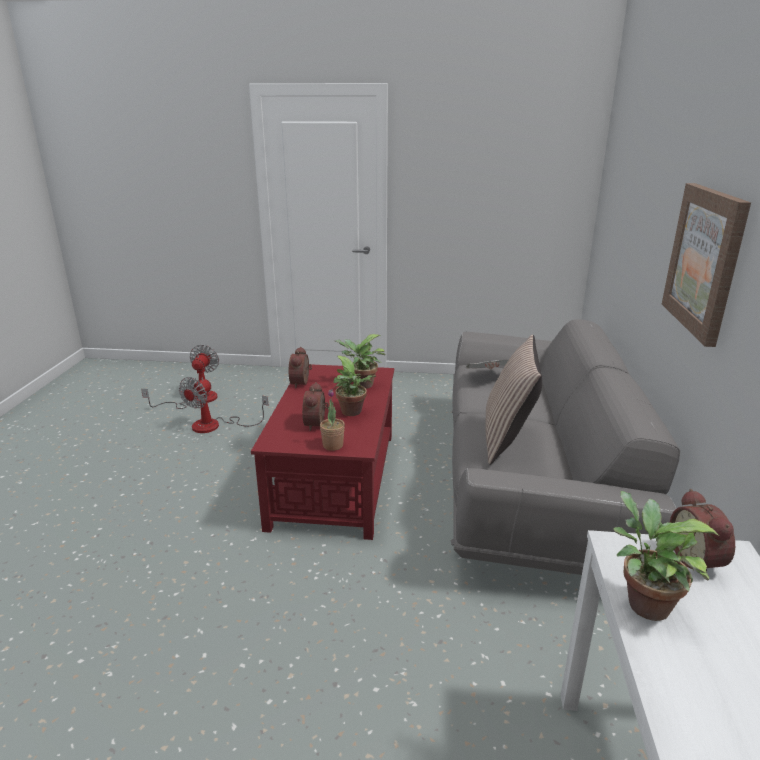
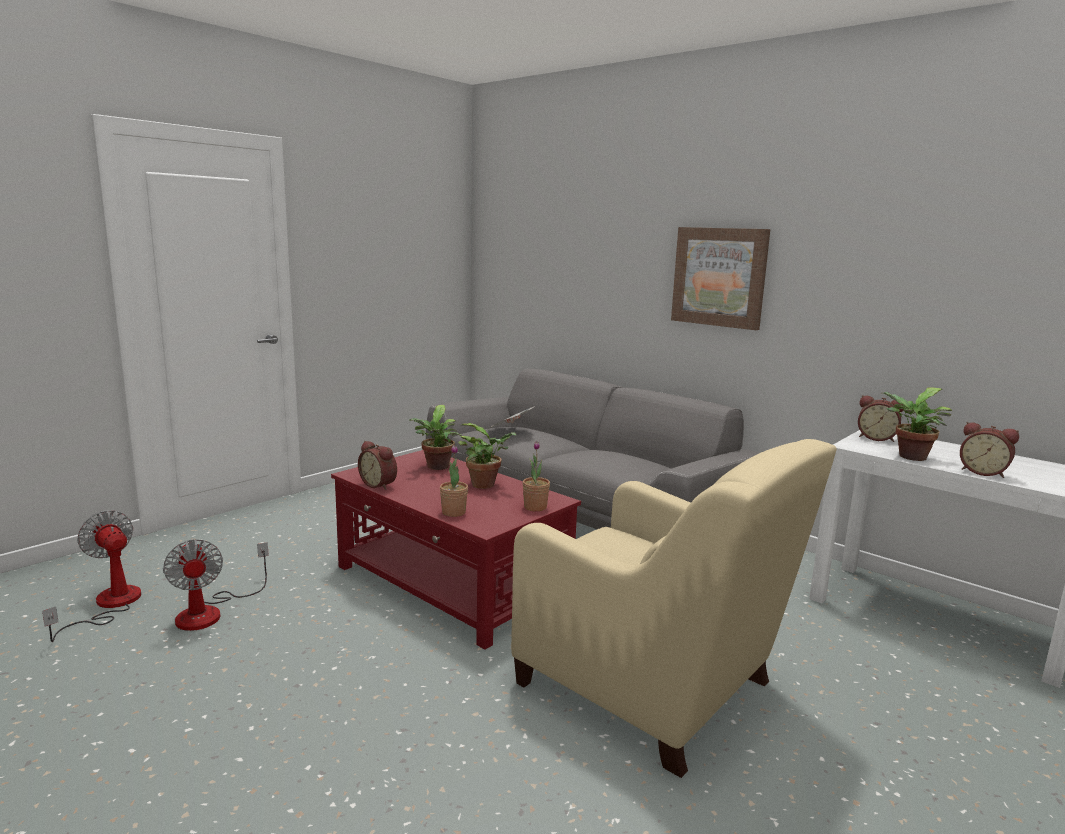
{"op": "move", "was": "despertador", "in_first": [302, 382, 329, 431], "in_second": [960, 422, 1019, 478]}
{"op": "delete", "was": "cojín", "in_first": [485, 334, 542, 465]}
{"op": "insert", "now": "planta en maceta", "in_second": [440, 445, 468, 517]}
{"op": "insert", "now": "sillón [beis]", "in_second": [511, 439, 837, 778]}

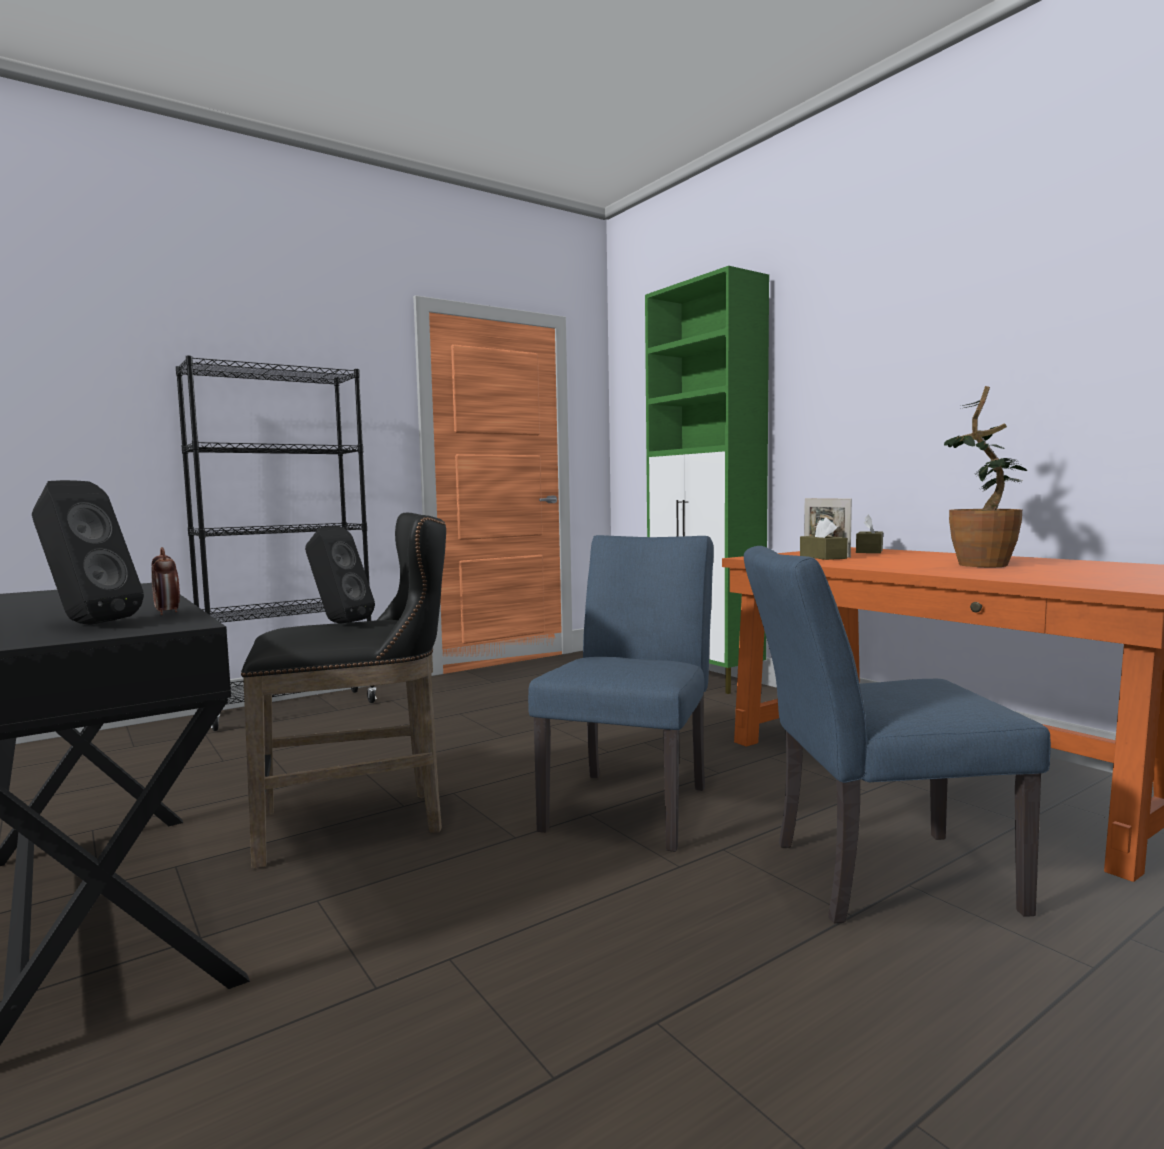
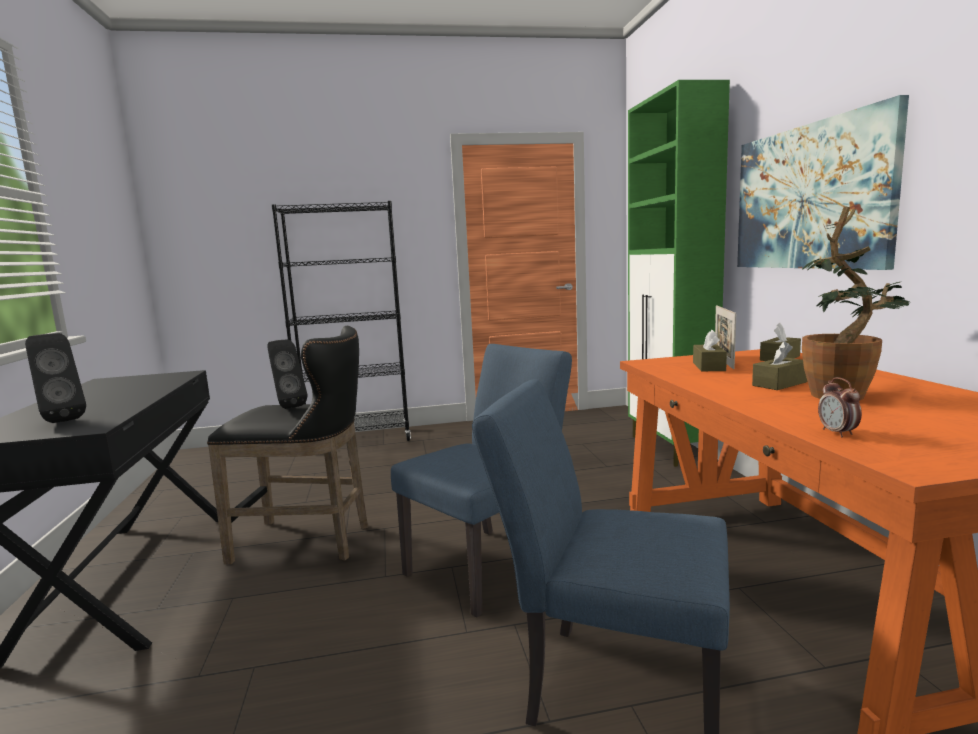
{"op": "move", "was": "despertador", "in_first": [151, 547, 180, 615], "in_second": [818, 377, 862, 437]}
{"op": "insert", "now": "cuadro", "in_second": [737, 95, 909, 270]}
{"op": "insert", "now": "caja de pañuelos [marrón]", "in_second": [752, 341, 807, 390]}

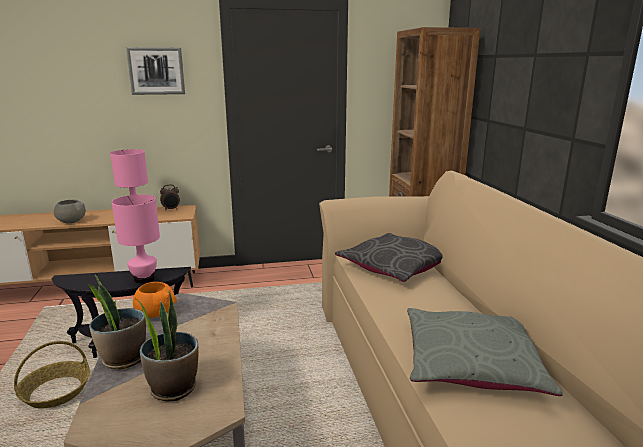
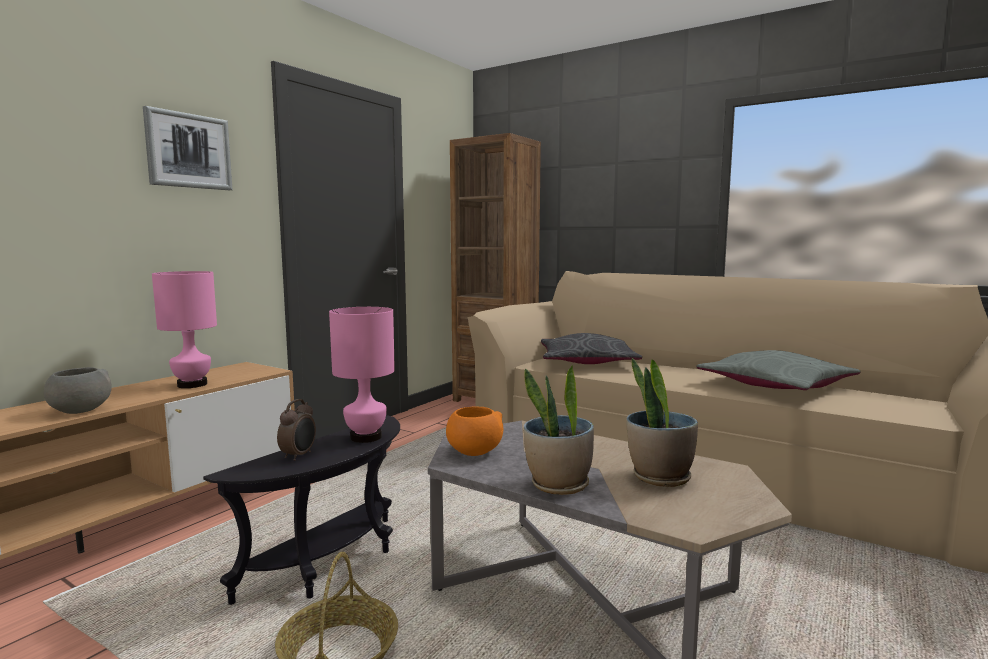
{"op": "move", "was": "despertador", "in_first": [160, 184, 180, 211], "in_second": [277, 399, 316, 461]}

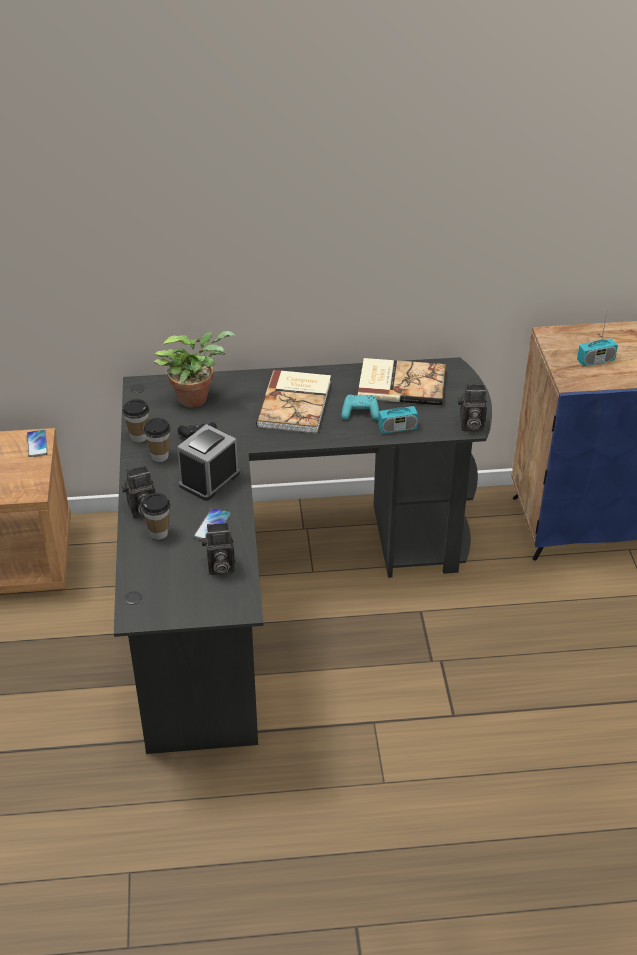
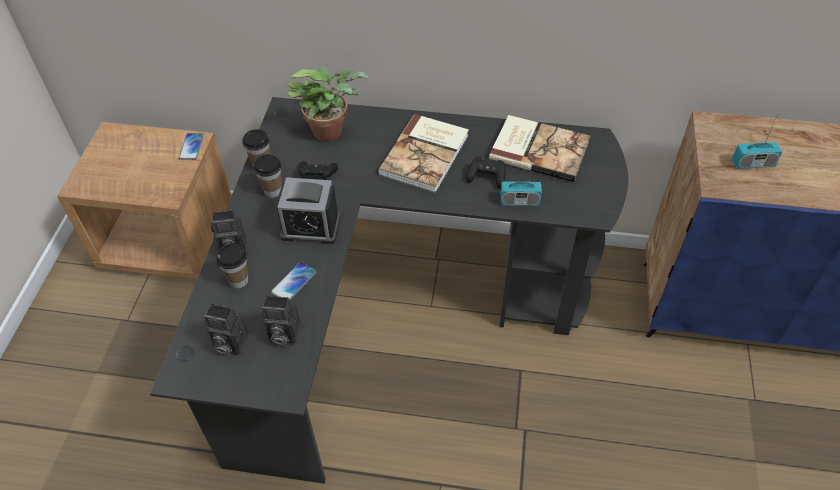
{"op": "rotate", "was": "despertador", "in_first": [177, 424, 240, 501], "in_second": [276, 177, 341, 244], "clockwise": -135}
{"op": "recolor", "was": "mando de consola [turquesa]", "now": "mando de consola [negro]", "in_first": [341, 395, 379, 421], "in_second": [465, 156, 505, 189]}
{"op": "move", "was": "cámara", "in_first": [458, 384, 487, 431], "in_second": [203, 304, 249, 355]}

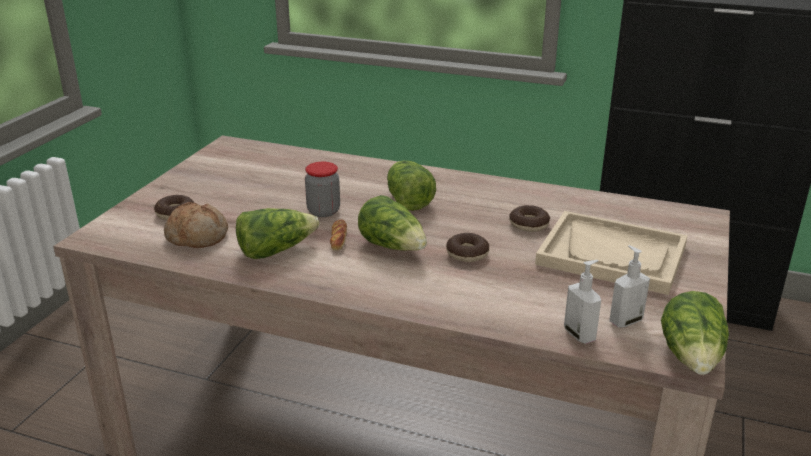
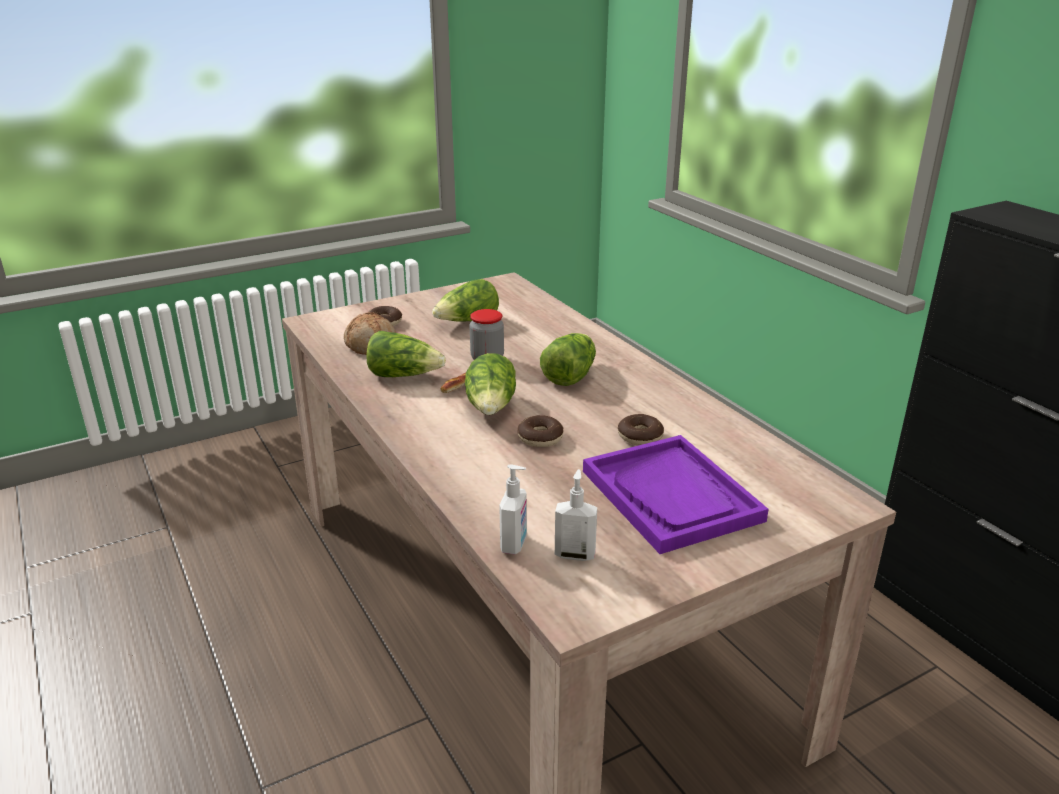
{"op": "recolor", "was": "bandeja [beis]", "now": "bandeja [morado]", "in_first": [535, 211, 688, 295], "in_second": [583, 435, 769, 554]}
{"op": "move", "was": "lechuga", "in_first": [661, 291, 729, 375], "in_second": [432, 279, 499, 322]}

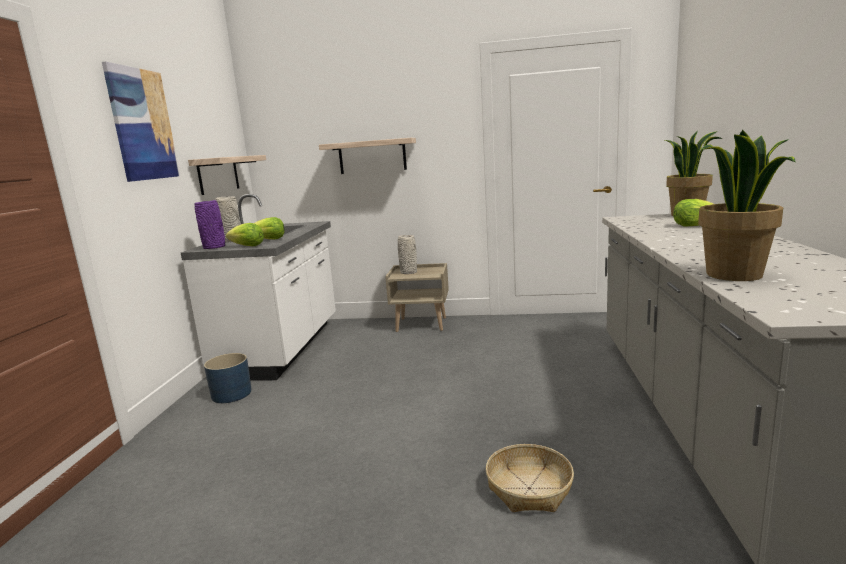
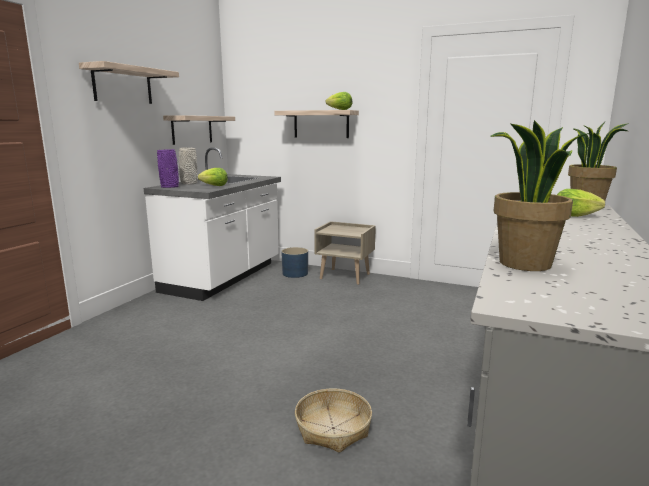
{"op": "replace", "was": "cuadro", "now": "estante", "in_first": [102, 61, 180, 182], "in_second": [79, 61, 179, 104]}
{"op": "move", "was": "maceta [azul]", "in_first": [204, 353, 252, 403], "in_second": [281, 247, 308, 278]}
{"op": "move", "was": "lechuga", "in_first": [226, 223, 264, 246], "in_second": [326, 92, 352, 110]}
{"op": "delete", "was": "florero [gris]", "in_first": [398, 235, 417, 274]}

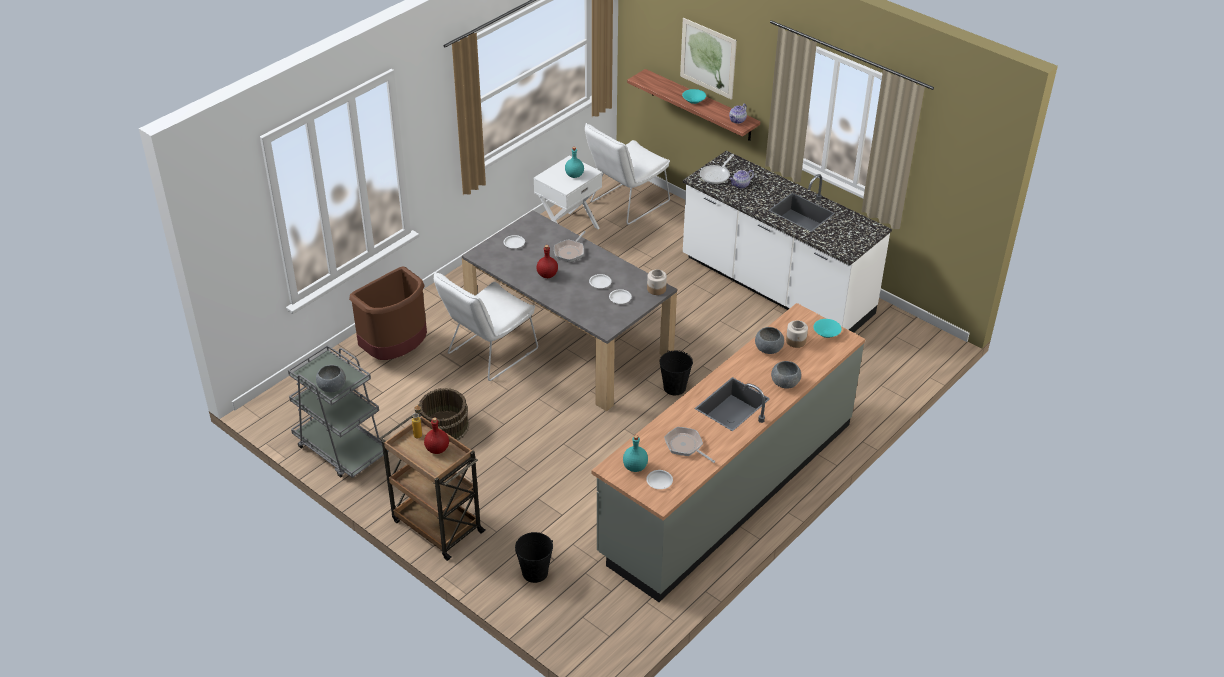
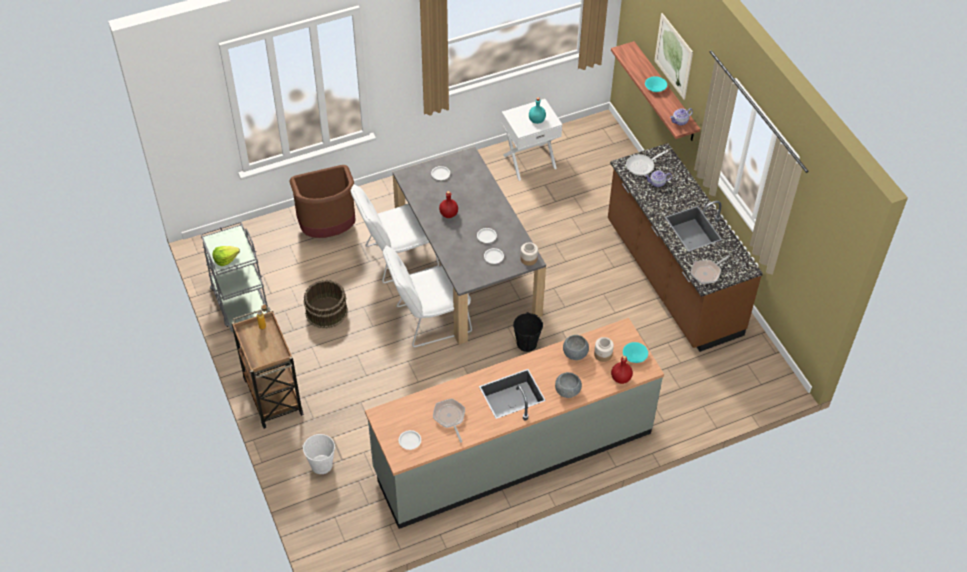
{"op": "replace", "was": "cuenco [gris]", "now": "lechuga", "in_first": [316, 365, 346, 392], "in_second": [212, 246, 240, 266]}
{"op": "move", "was": "botella [rojo]", "in_first": [424, 417, 449, 454], "in_second": [611, 356, 633, 384]}
{"op": "recolor", "was": "cubo [negro]", "now": "cubo [blanco]", "in_first": [515, 532, 553, 583], "in_second": [302, 434, 335, 474]}
{"op": "move", "was": "sartén", "in_first": [554, 231, 586, 262], "in_second": [691, 255, 730, 284]}
{"op": "move", "was": "silla [blanco]", "in_first": [585, 123, 670, 225], "in_second": [383, 245, 472, 347]}
{"op": "delete", "was": "botella [turquesa]", "in_first": [623, 435, 648, 472]}
{"op": "recolor", "was": "mueble bajo de cocina [blanco]", "now": "mueble bajo de cocina [marrón]", "in_first": [683, 150, 892, 333], "in_second": [608, 143, 763, 352]}

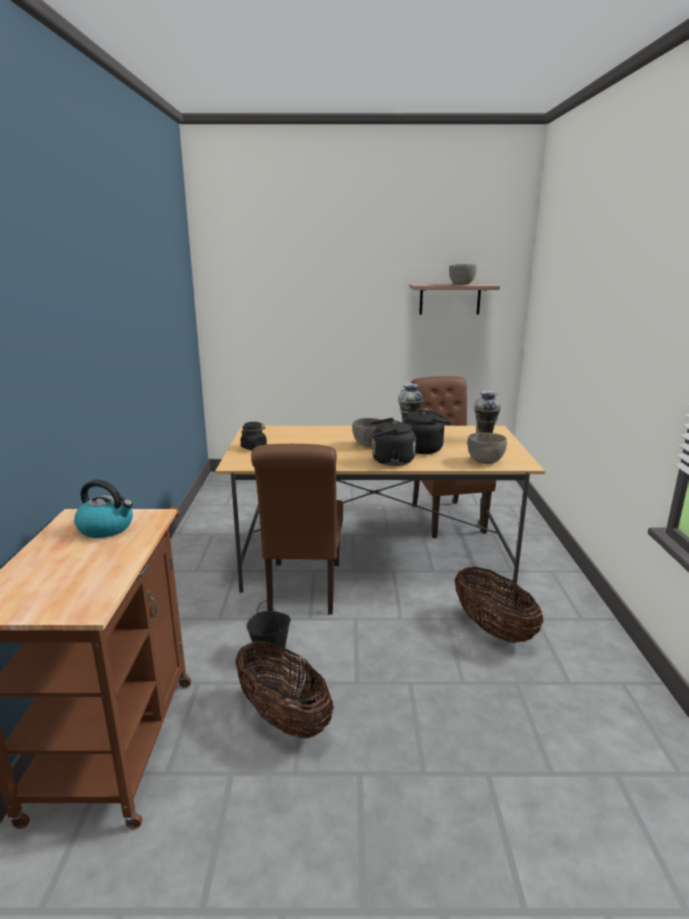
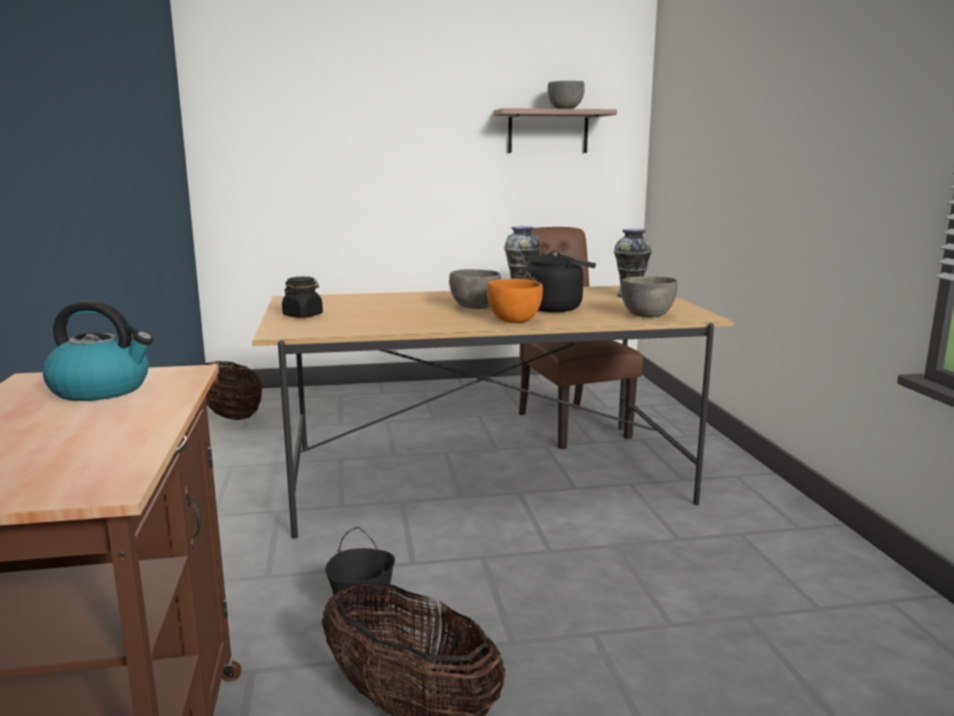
{"op": "delete", "was": "silla [marrón]", "in_first": [251, 444, 343, 614]}
{"op": "replace", "was": "hervidor [negro]", "now": "cuenco [naranja]", "in_first": [369, 418, 416, 466], "in_second": [487, 279, 543, 323]}
{"op": "move", "was": "cesta", "in_first": [455, 566, 543, 643], "in_second": [204, 361, 262, 421]}

